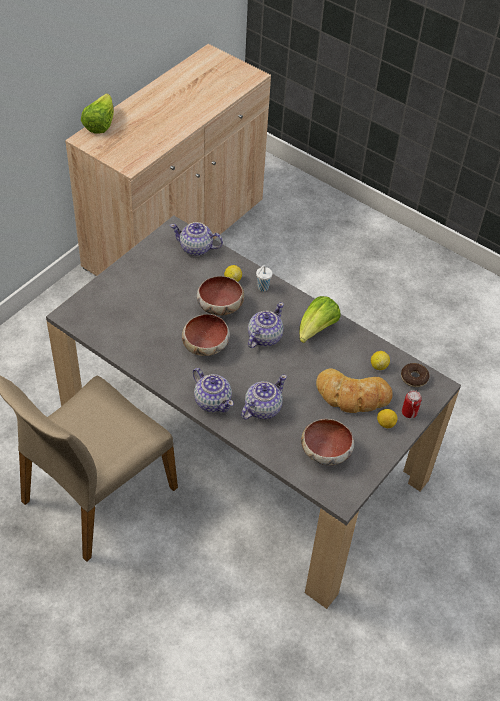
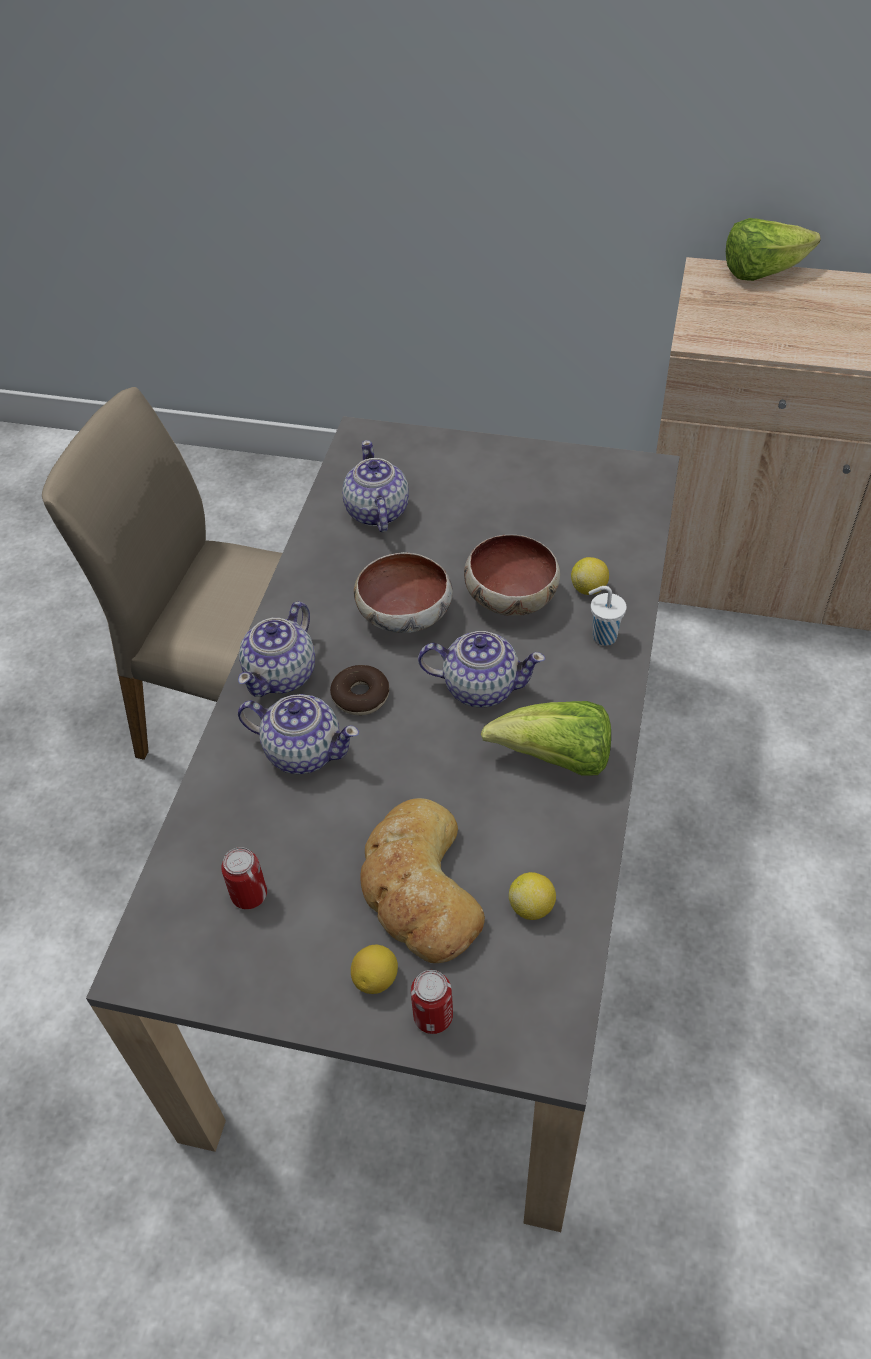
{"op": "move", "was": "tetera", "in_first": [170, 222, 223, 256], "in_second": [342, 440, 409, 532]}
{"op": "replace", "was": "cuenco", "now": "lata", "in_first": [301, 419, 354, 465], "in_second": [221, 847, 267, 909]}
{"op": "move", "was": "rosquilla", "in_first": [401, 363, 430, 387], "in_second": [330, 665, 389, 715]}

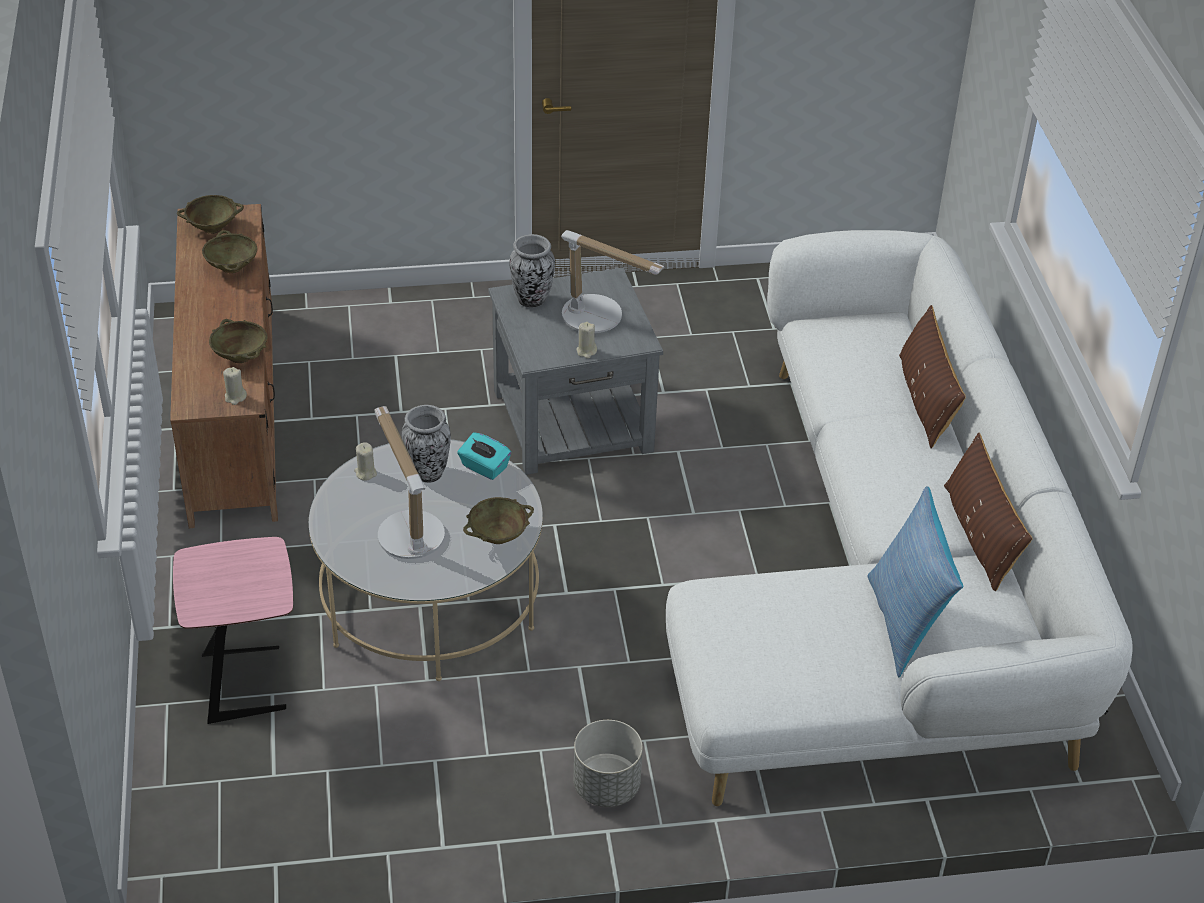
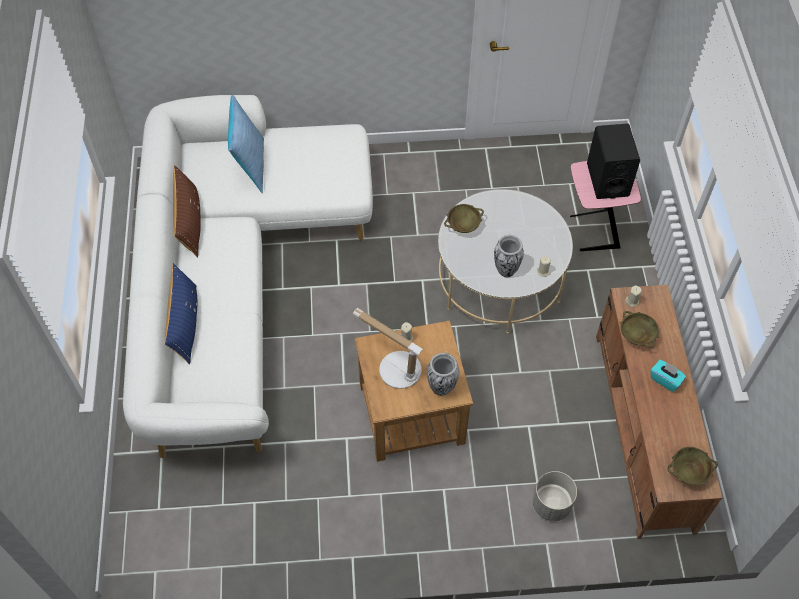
{"op": "delete", "was": "cuenco [beis]", "in_first": [202, 230, 257, 273]}
{"op": "delete", "was": "lámpara de mesa", "in_first": [374, 406, 445, 559]}
{"op": "move", "was": "caja de pañuelos [turquesa]", "in_first": [457, 432, 511, 480], "in_second": [651, 360, 686, 392]}
{"op": "recolor", "was": "mesa auxiliar [gris]", "now": "mesa auxiliar [marrón]", "in_first": [488, 268, 663, 475], "in_second": [355, 320, 473, 462]}
{"op": "move", "was": "maceta [gris]", "in_first": [573, 720, 643, 807], "in_second": [533, 471, 577, 521]}
{"op": "recolor", "was": "cojín [marrón]", "now": "cojín [azul]", "in_first": [899, 305, 966, 449], "in_second": [164, 263, 197, 364]}
{"op": "insert", "now": "altavoz [negro]", "in_second": [587, 124, 640, 199]}

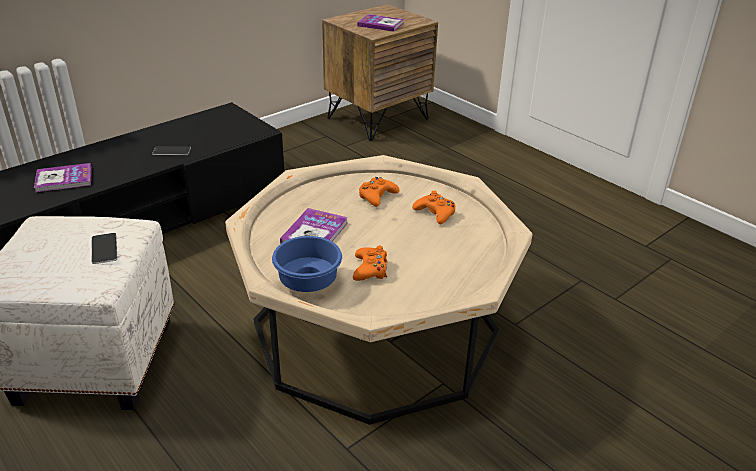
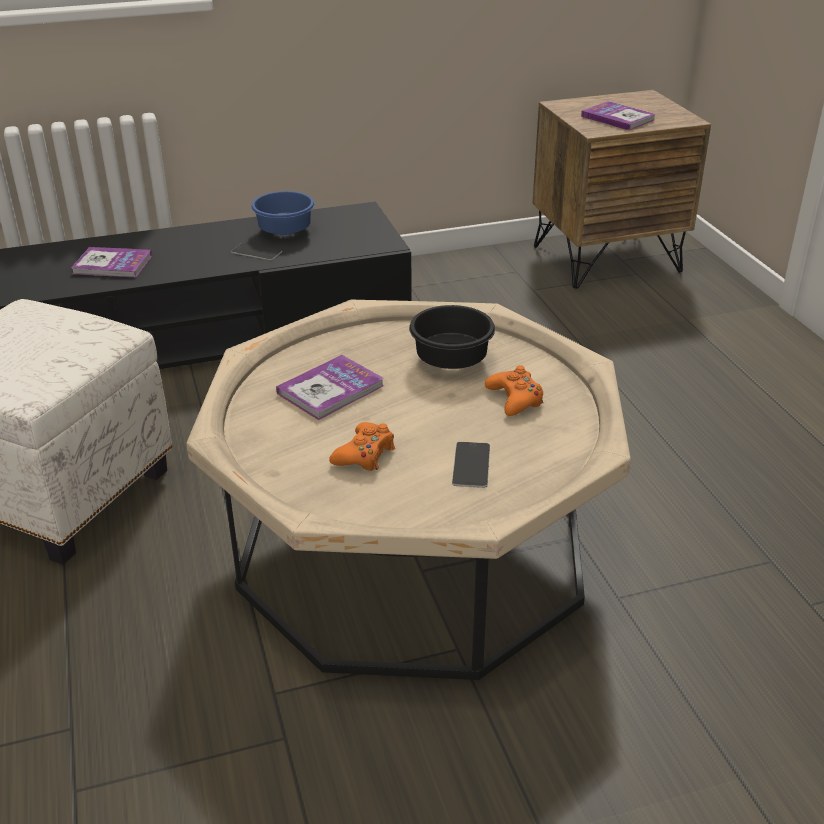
{"op": "move", "was": "móvil", "in_first": [92, 233, 117, 264], "in_second": [452, 442, 490, 488]}
{"op": "move", "was": "cuenco [azul]", "in_first": [272, 236, 342, 292], "in_second": [251, 191, 315, 235]}
{"op": "replace", "was": "mando de consola [naranja]", "now": "cuenco [negro]", "in_first": [359, 177, 399, 207], "in_second": [409, 305, 495, 369]}

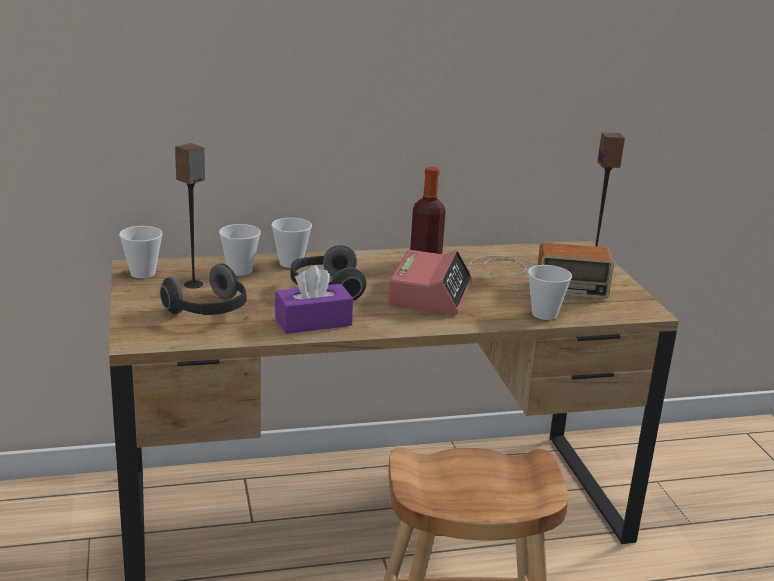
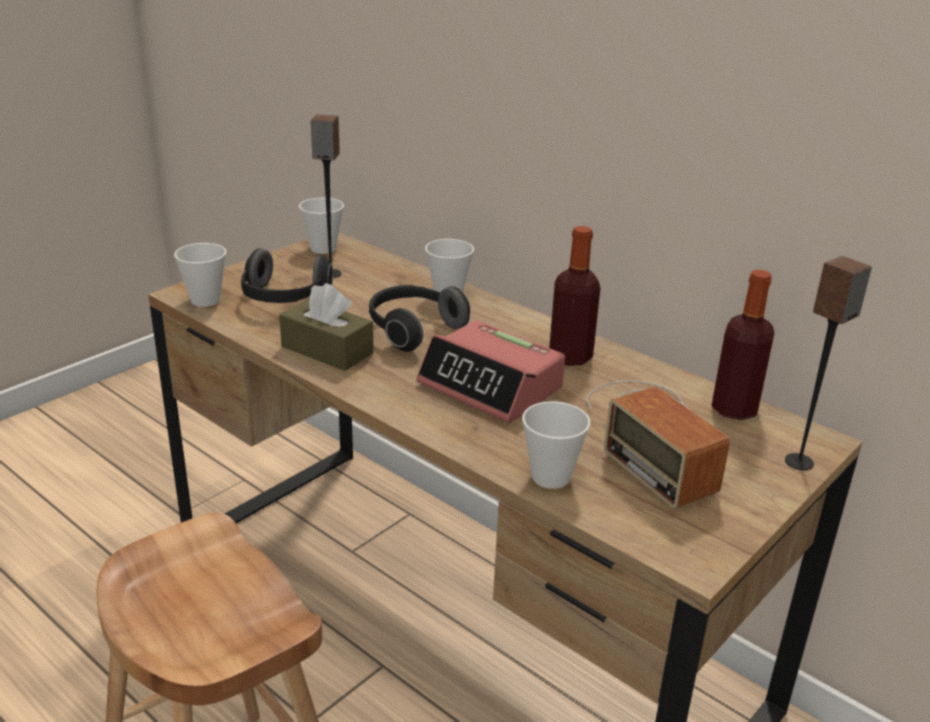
{"op": "move", "was": "taza", "in_first": [219, 224, 261, 276], "in_second": [174, 243, 227, 307]}
{"op": "recolor", "was": "caja de pañuelos [morado]", "now": "caja de pañuelos [marrón]", "in_first": [275, 266, 353, 334], "in_second": [279, 283, 374, 371]}
{"op": "rotate", "was": "despertador", "in_first": [388, 250, 472, 315], "in_second": [416, 320, 565, 423], "clockwise": 60}
{"op": "insert", "now": "botella", "in_second": [711, 269, 774, 420]}

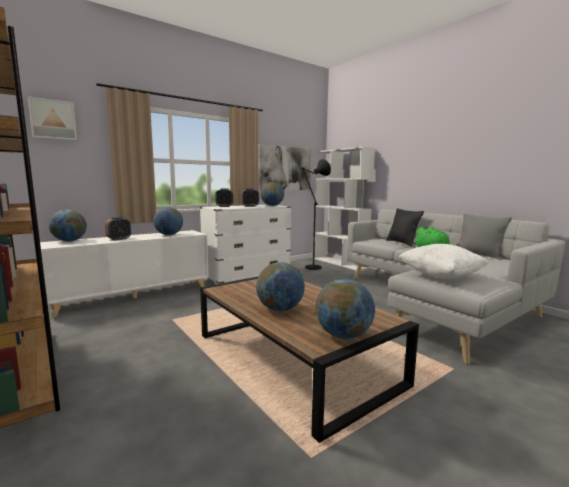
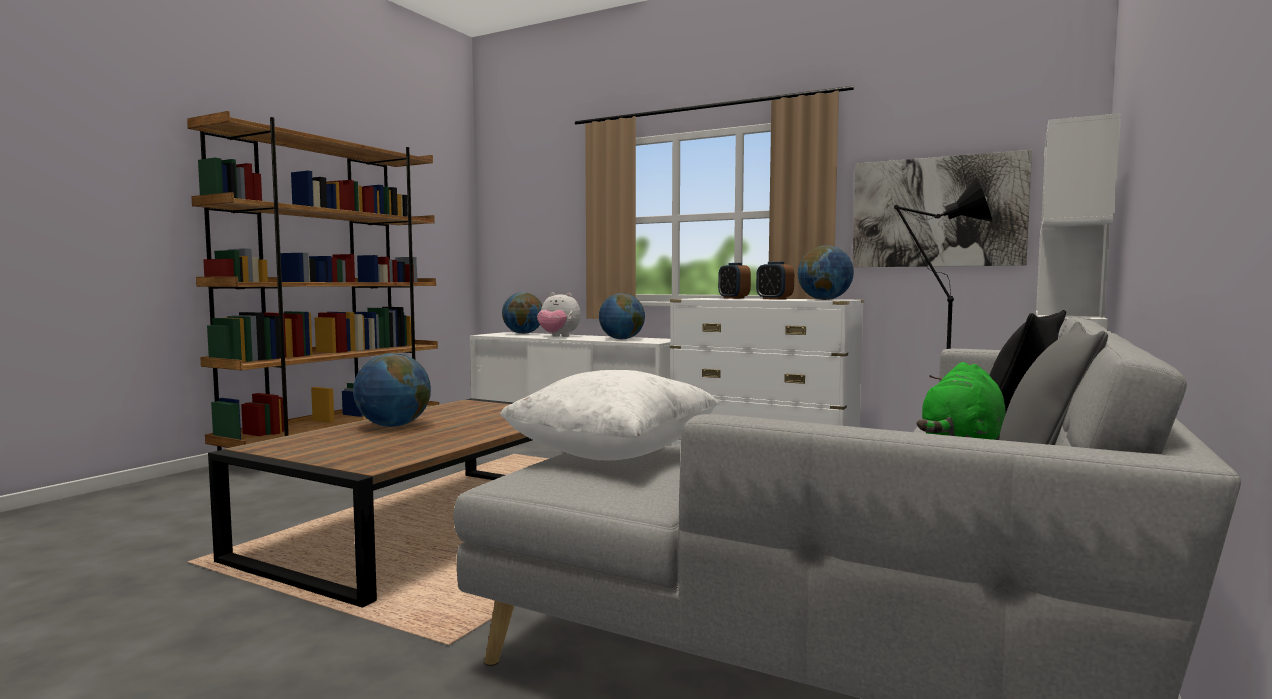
{"op": "delete", "was": "cuadro", "in_first": [28, 97, 77, 141]}
{"op": "replace", "was": "despertador", "now": "peluche", "in_first": [105, 217, 131, 241], "in_second": [537, 293, 581, 337]}
{"op": "delete", "was": "globo terráqueo", "in_first": [315, 279, 375, 339]}

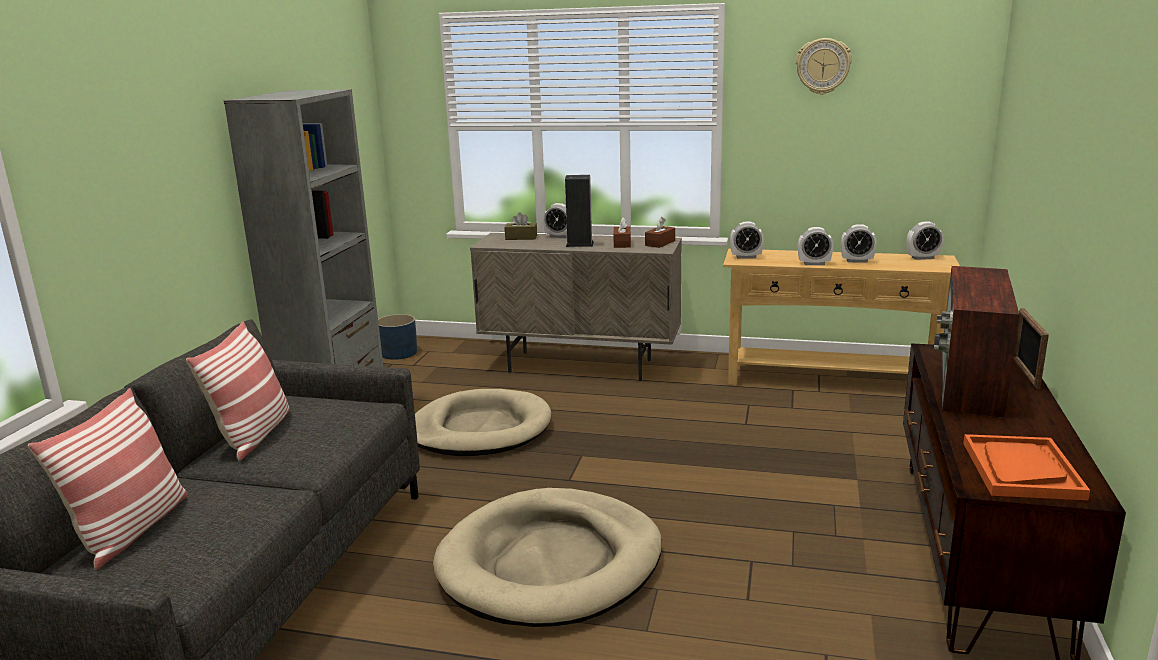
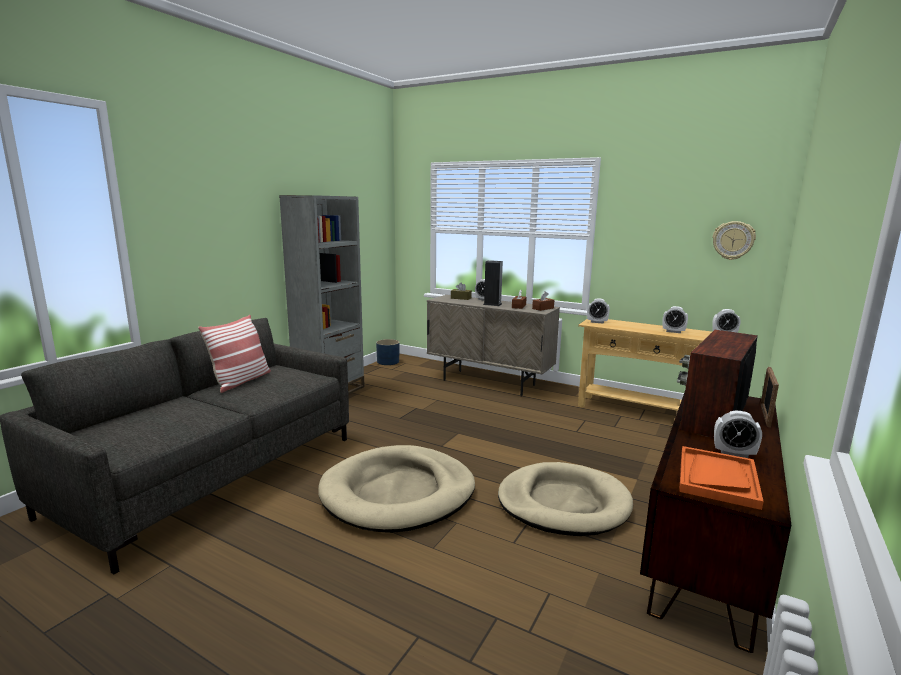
{"op": "delete", "was": "cojín", "in_first": [28, 388, 188, 570]}
{"op": "move", "was": "cama para perro [beis]", "in_first": [415, 389, 551, 456], "in_second": [498, 462, 633, 536]}
{"op": "move", "was": "reloj de pared", "in_first": [796, 38, 852, 95], "in_second": [712, 221, 756, 260]}
{"op": "move", "was": "despertador", "in_first": [798, 227, 833, 265], "in_second": [714, 410, 762, 458]}

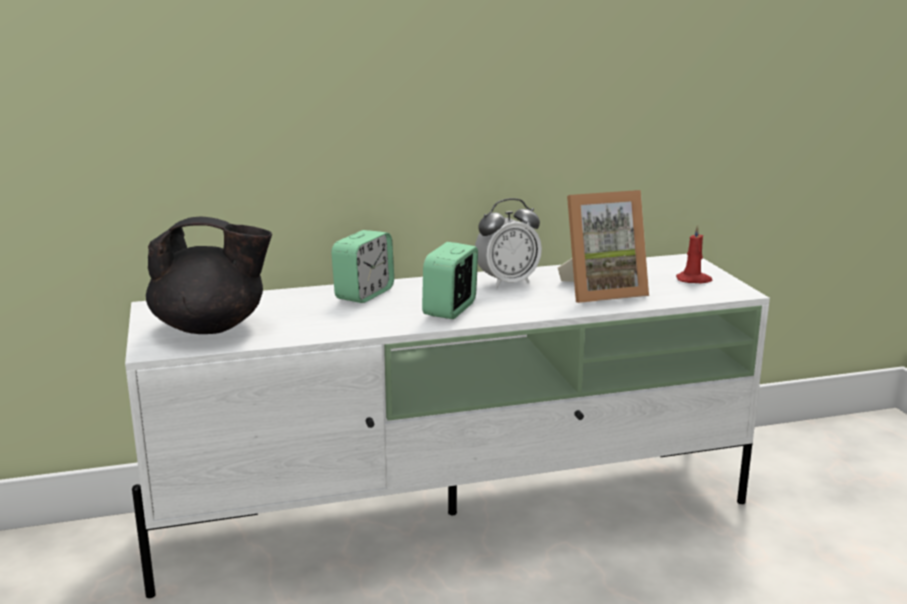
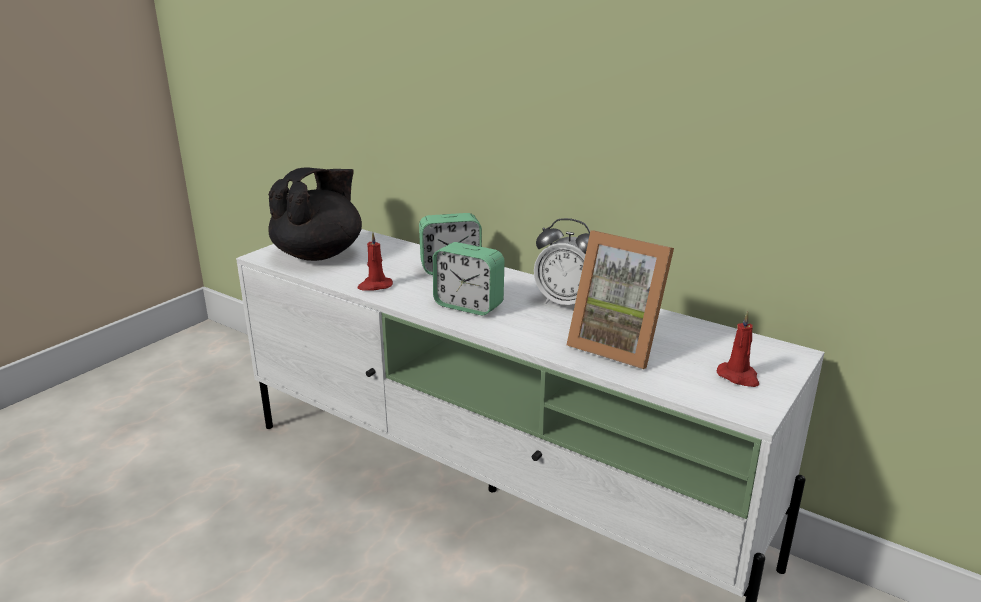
{"op": "rotate", "was": "tetera [negro]", "in_first": [146, 216, 272, 334], "in_second": [268, 168, 362, 261], "clockwise": -105}
{"op": "rotate", "was": "despertador", "in_first": [422, 242, 478, 319], "in_second": [433, 242, 505, 315], "clockwise": -135}
{"op": "insert", "now": "vela [rojo]", "in_second": [357, 232, 393, 291]}

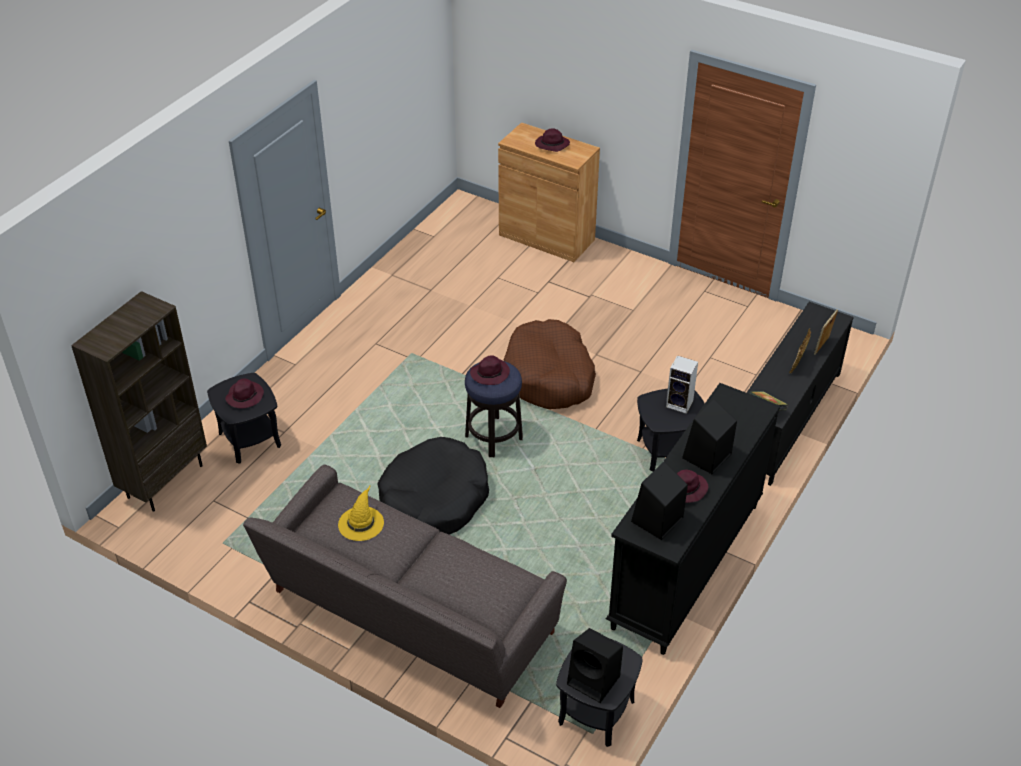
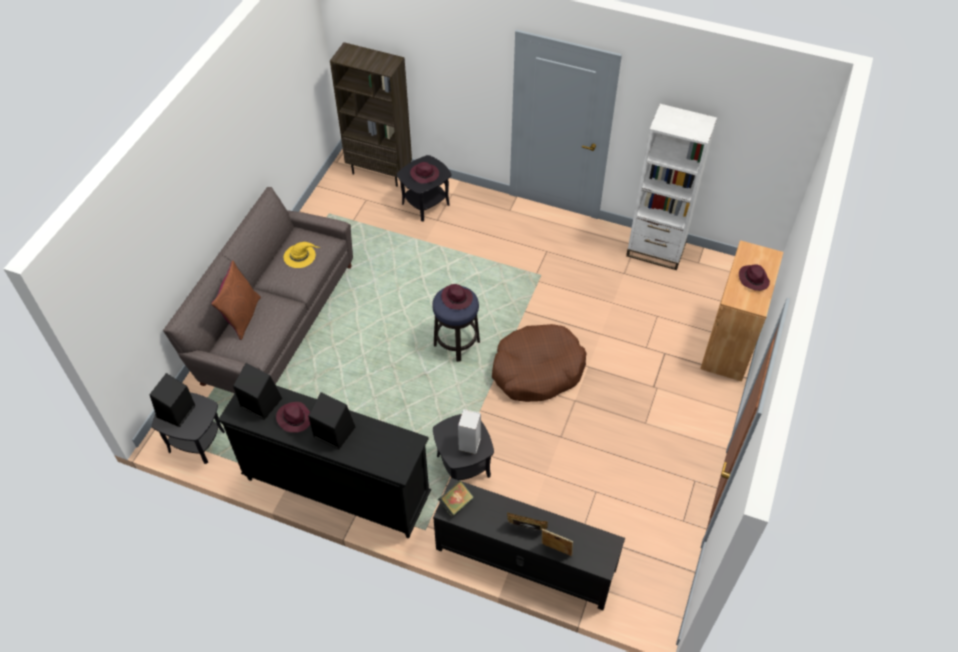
{"op": "delete", "was": "cama para perro [negro]", "in_first": [378, 437, 489, 535]}
{"op": "insert", "now": "cojín [marrón]", "in_second": [211, 260, 261, 340]}
{"op": "insert", "now": "estantería [blanco]", "in_second": [626, 104, 717, 270]}

